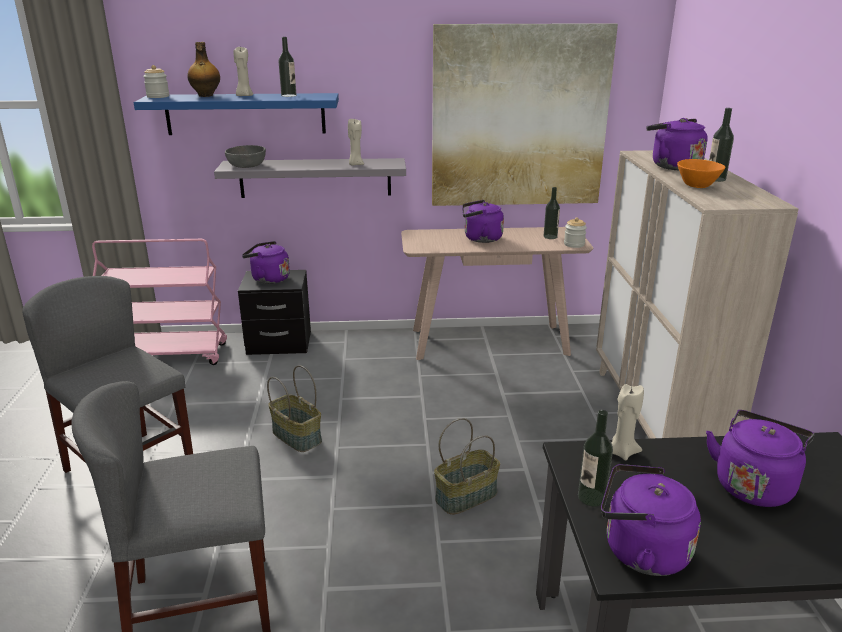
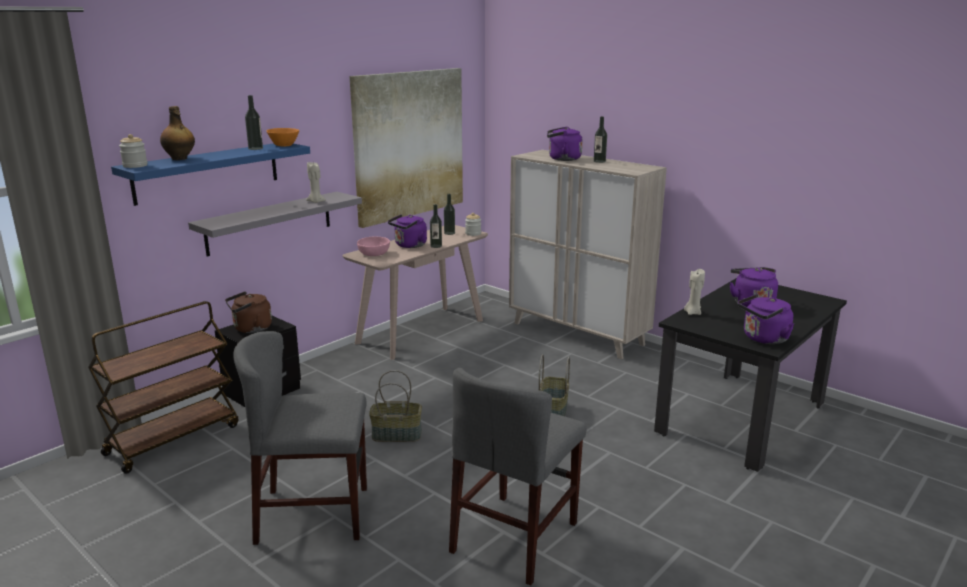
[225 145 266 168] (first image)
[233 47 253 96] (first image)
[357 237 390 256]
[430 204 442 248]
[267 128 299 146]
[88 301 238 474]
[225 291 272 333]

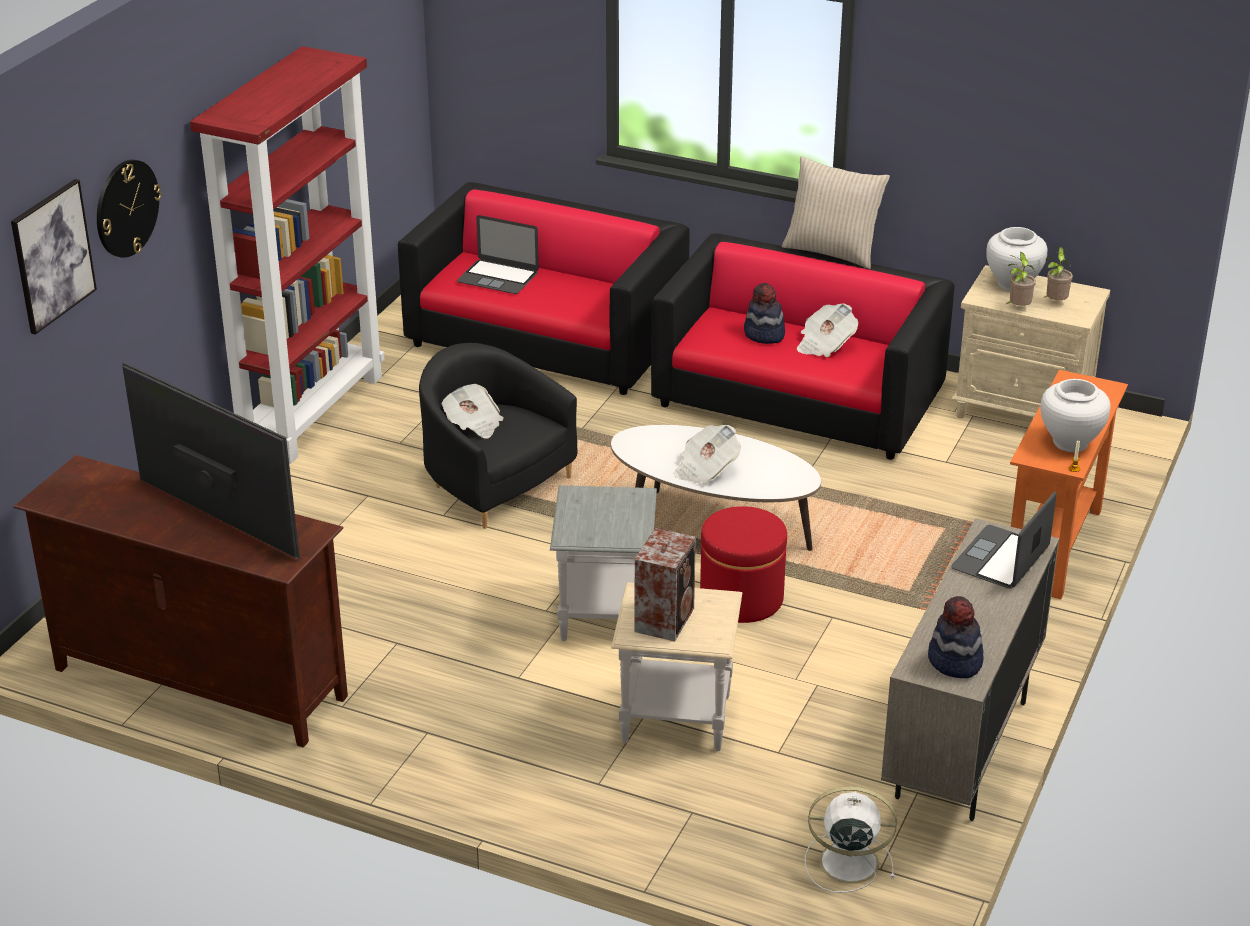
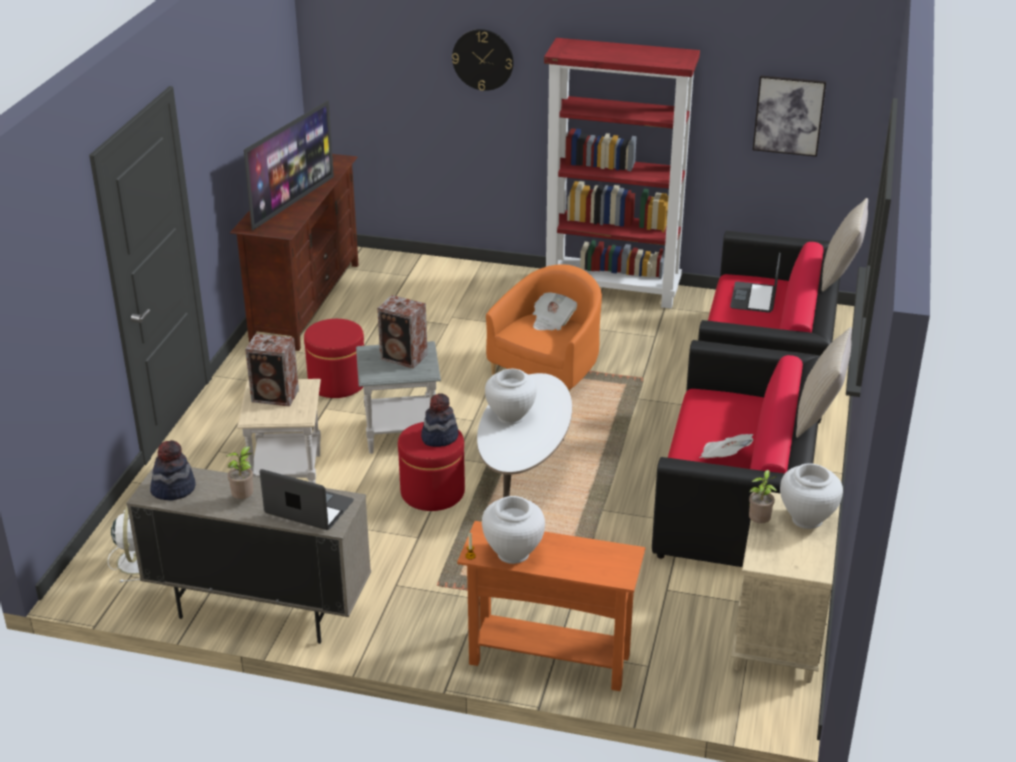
[304 319 364 398]
[377 295 428 369]
[822 198 868 292]
[753 75 826 157]
[421 393 459 447]
[226 446 253 499]
[485 369 537 424]
[486 264 602 392]

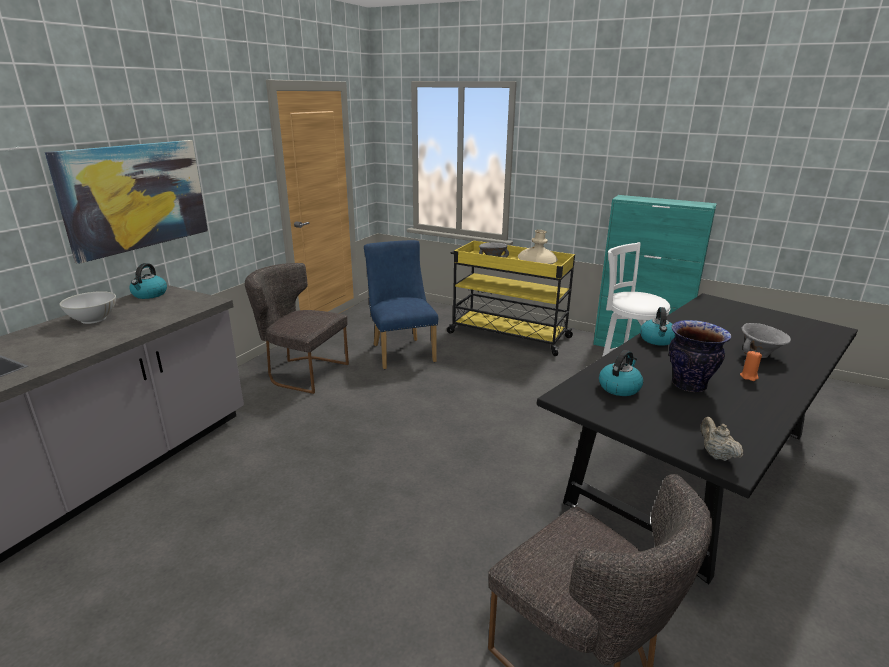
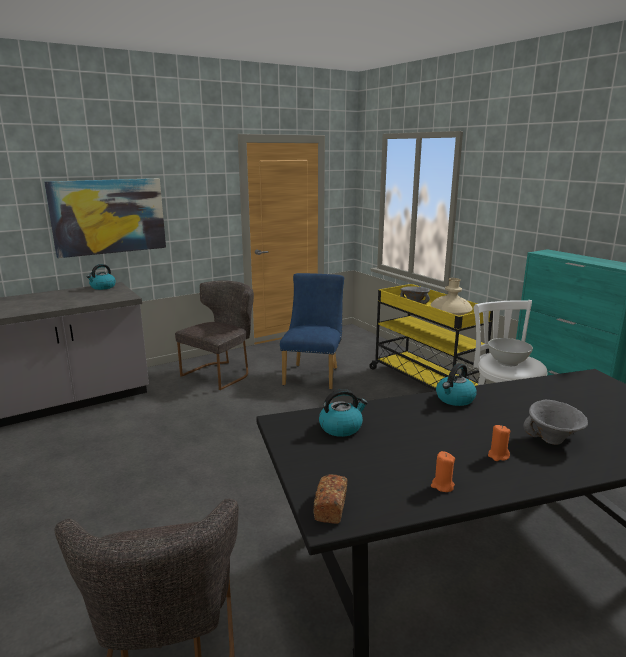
[669 320 732 392] (first image)
[431 451 455 492]
[488 338 533 366]
[313 474 348 524]
[175 280 254 390]

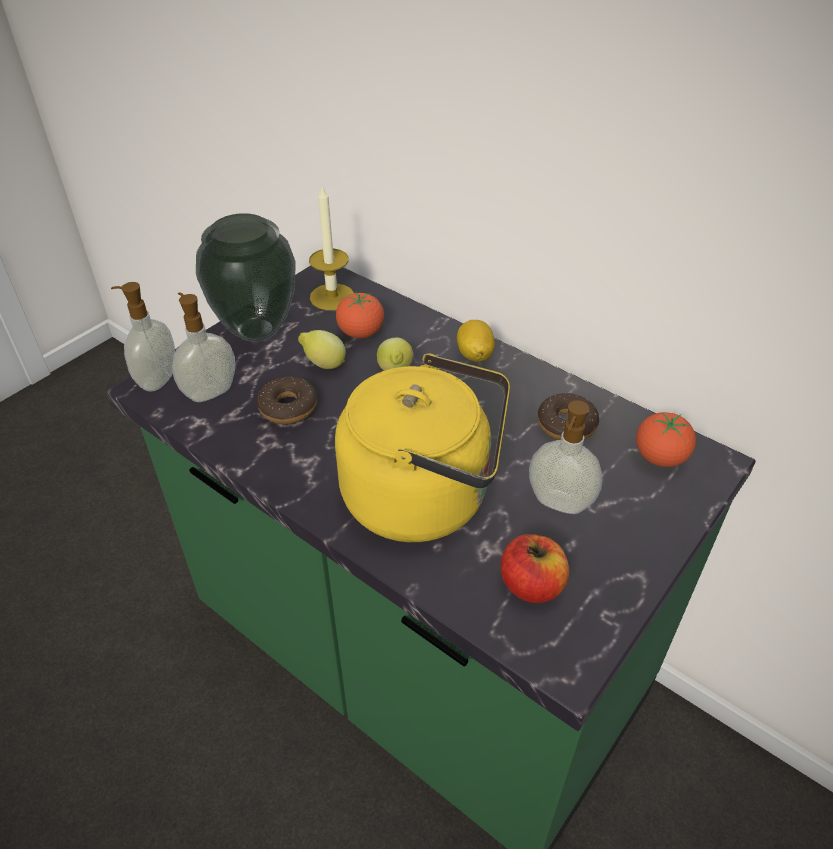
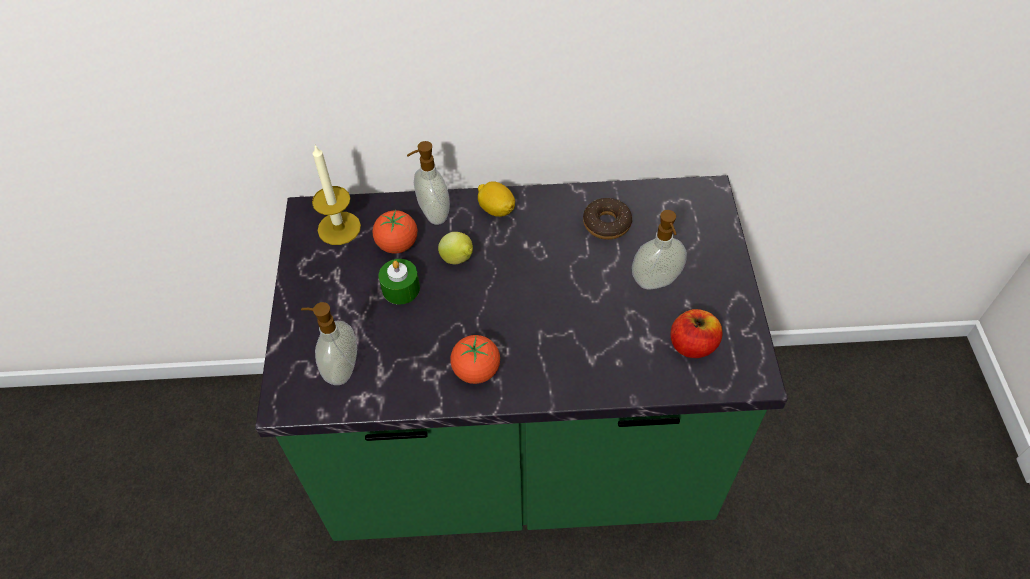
[196 213 296 342] (first image)
[257 377 317 424] (first image)
[335 354 510 542] (first image)
[407 141 449 225]
[450 335 500 384]
[379 259 420 305]

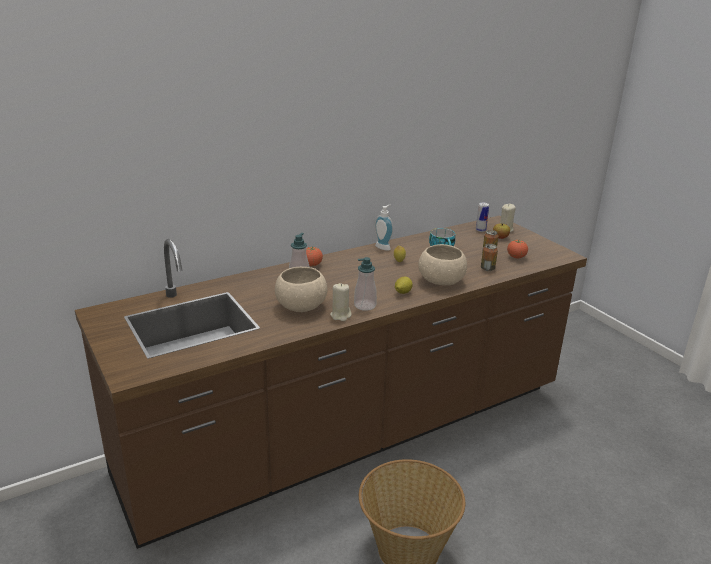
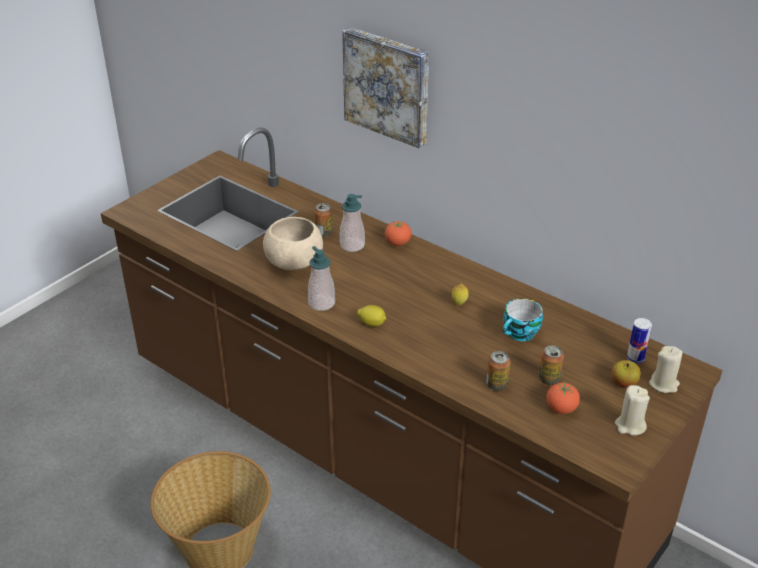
[375 205 393 251] (first image)
[418 244 467 285] (first image)
[314 203 333 237]
[342 27 429 148]
[615 385 650 435]

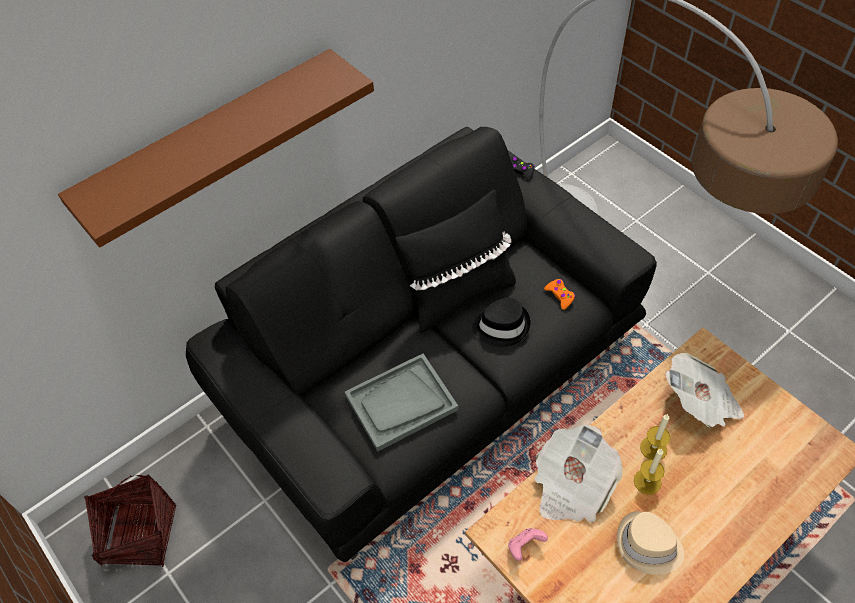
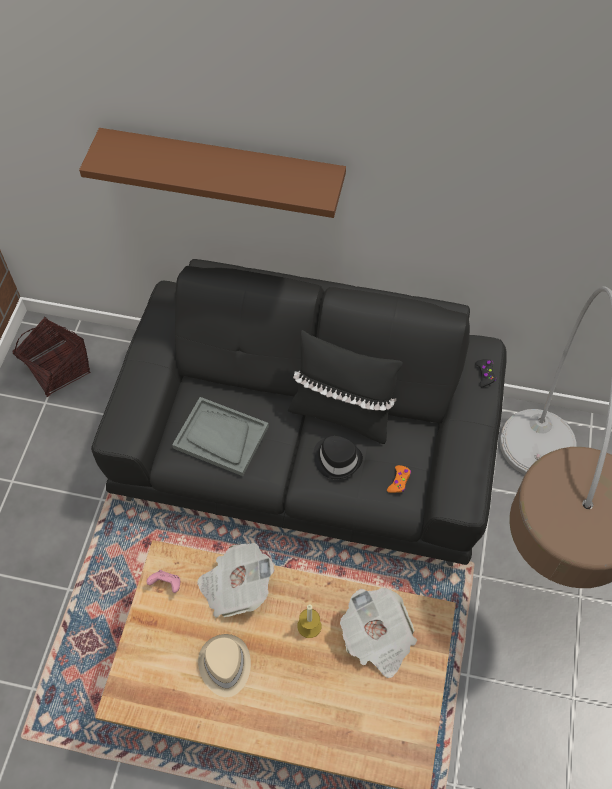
[634 449 665 495] (first image)

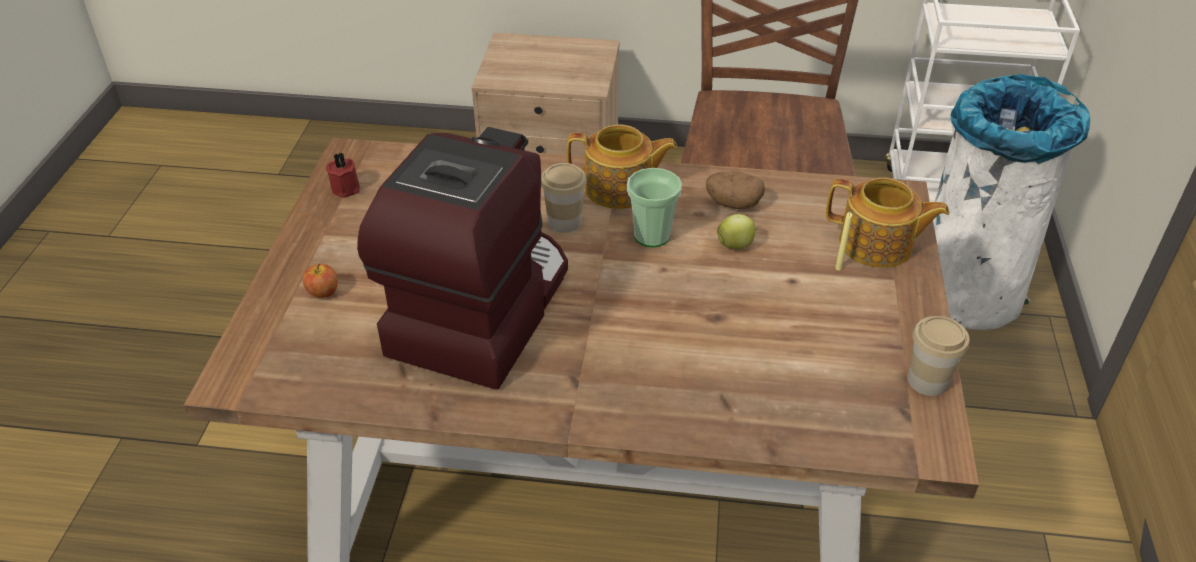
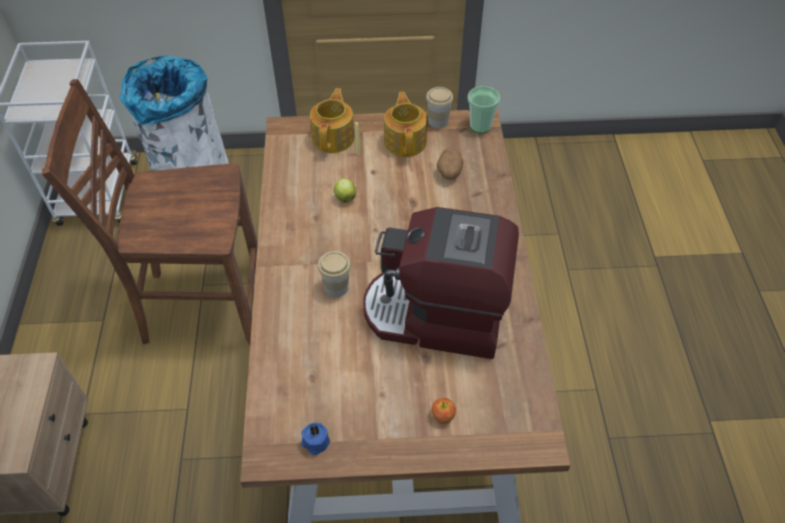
[384 92 427 157]
[468 86 500 133]
[437 148 464 180]
[301 422 330 455]

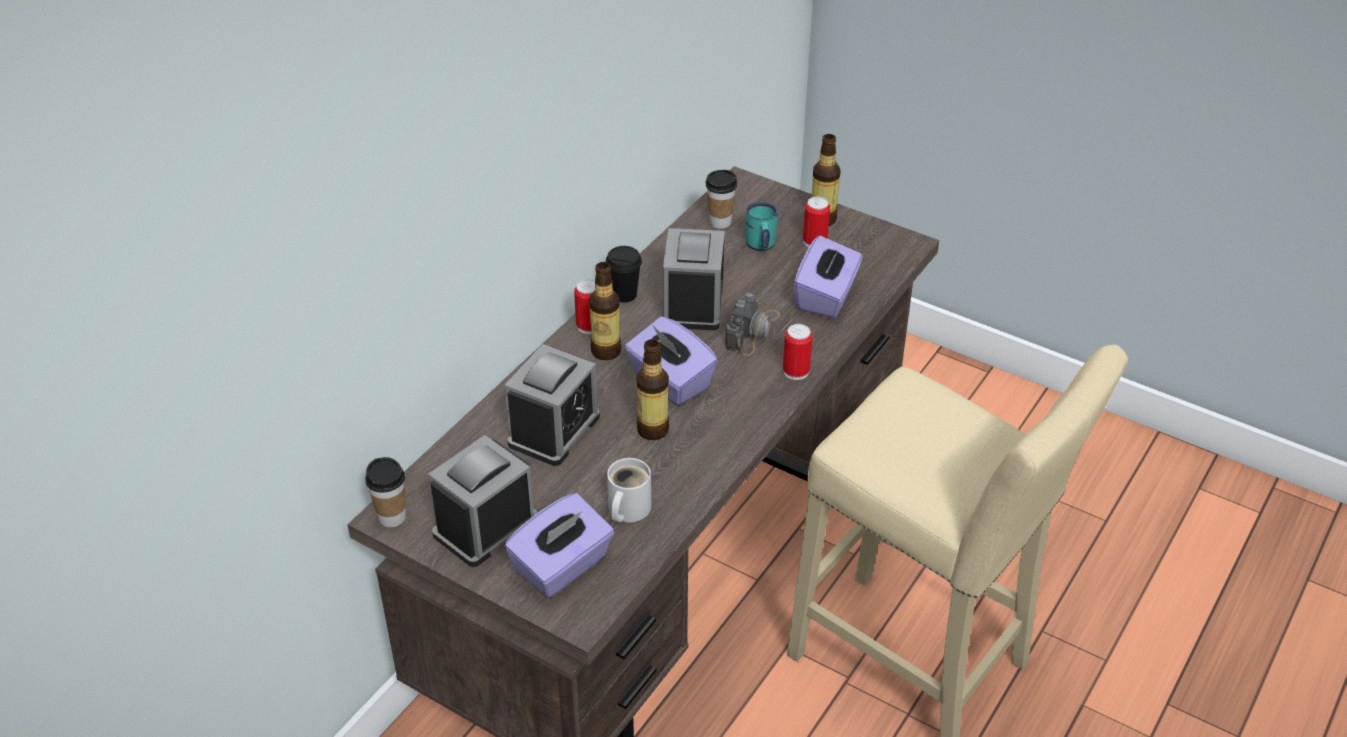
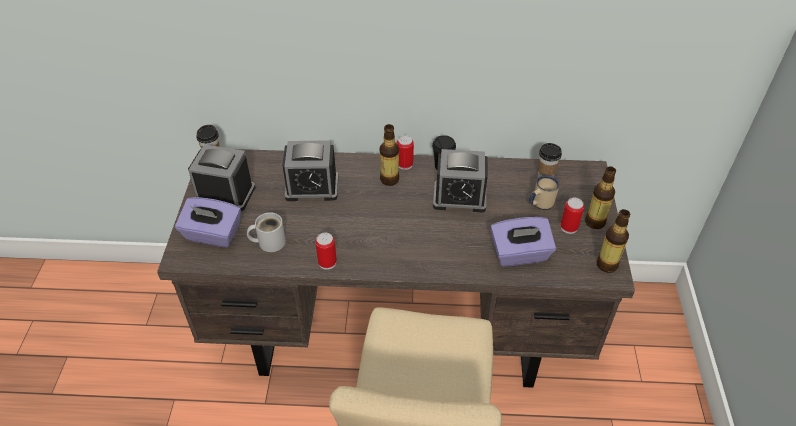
[625 316 718 405] (first image)
[725 292 780 356] (first image)
[597 209 630 273]
[315 232 337 270]
[529 175 560 210]
[433 149 488 212]

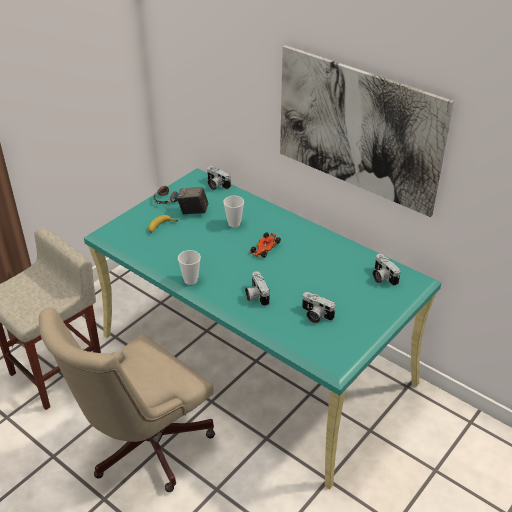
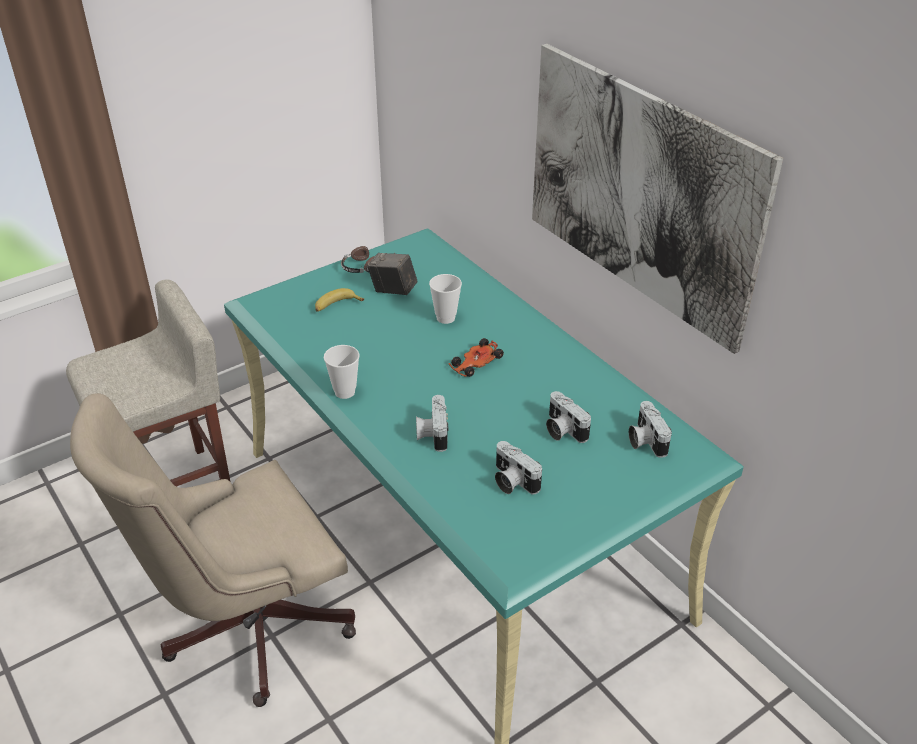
[546 391 591 443]

